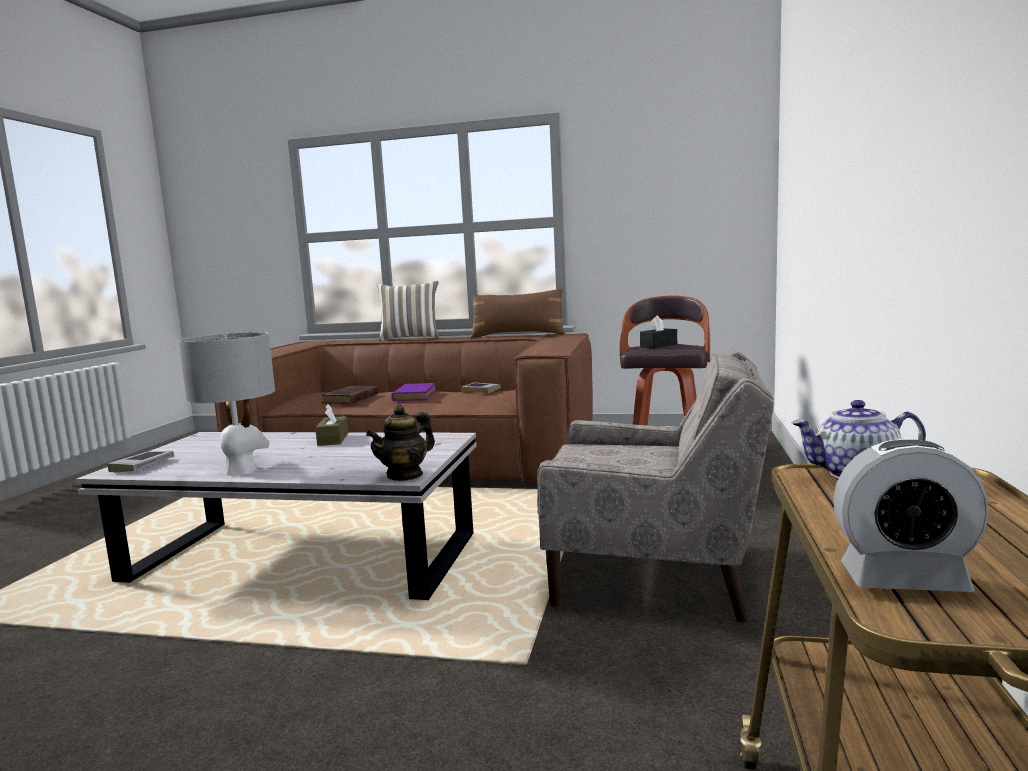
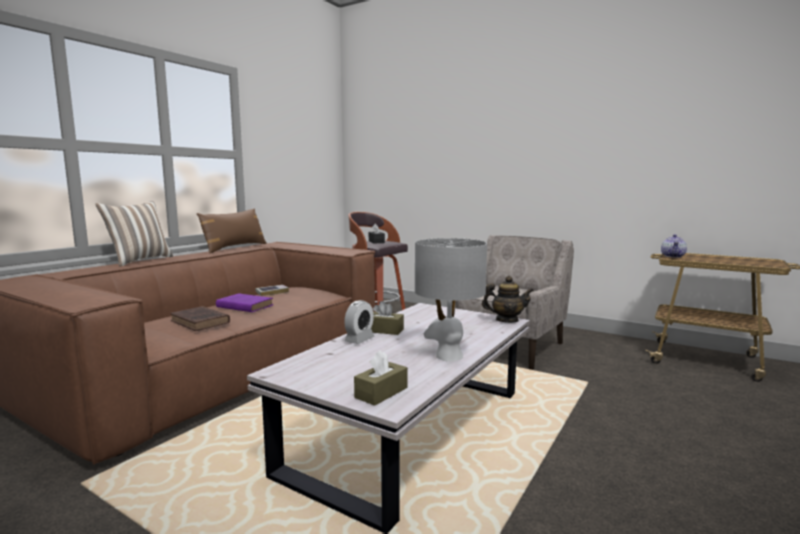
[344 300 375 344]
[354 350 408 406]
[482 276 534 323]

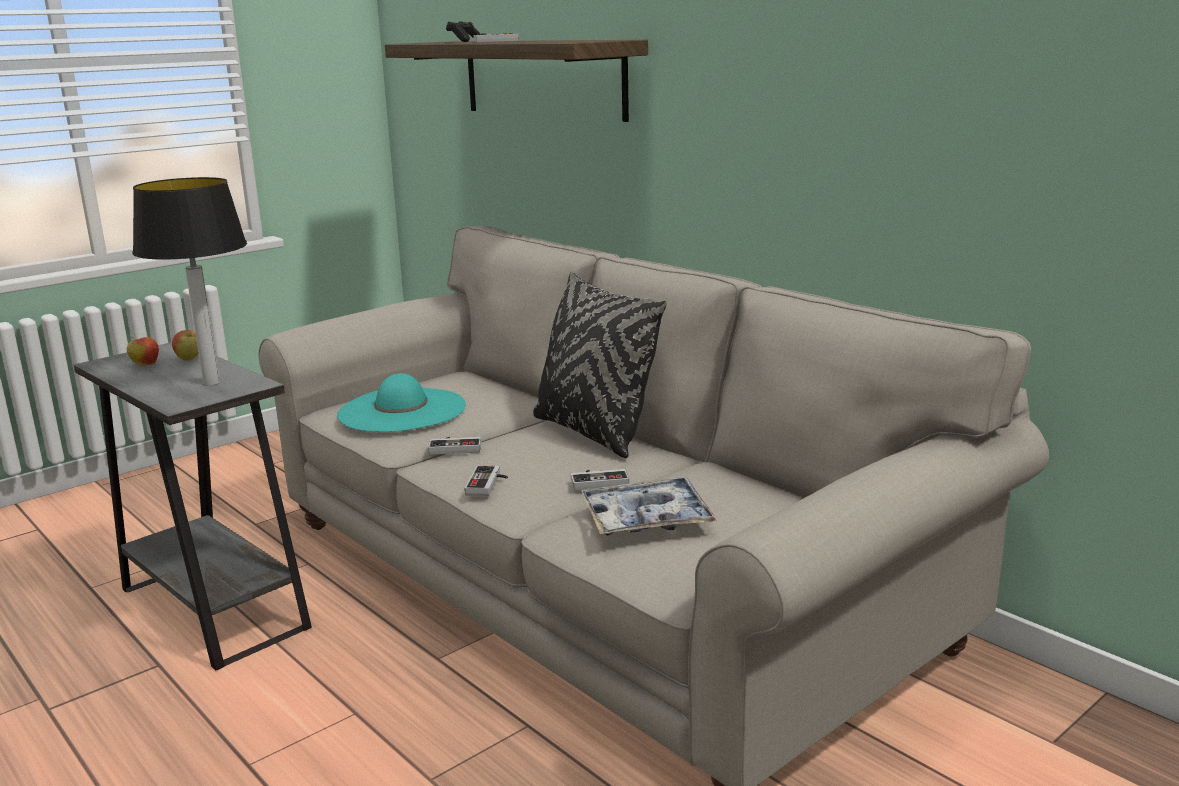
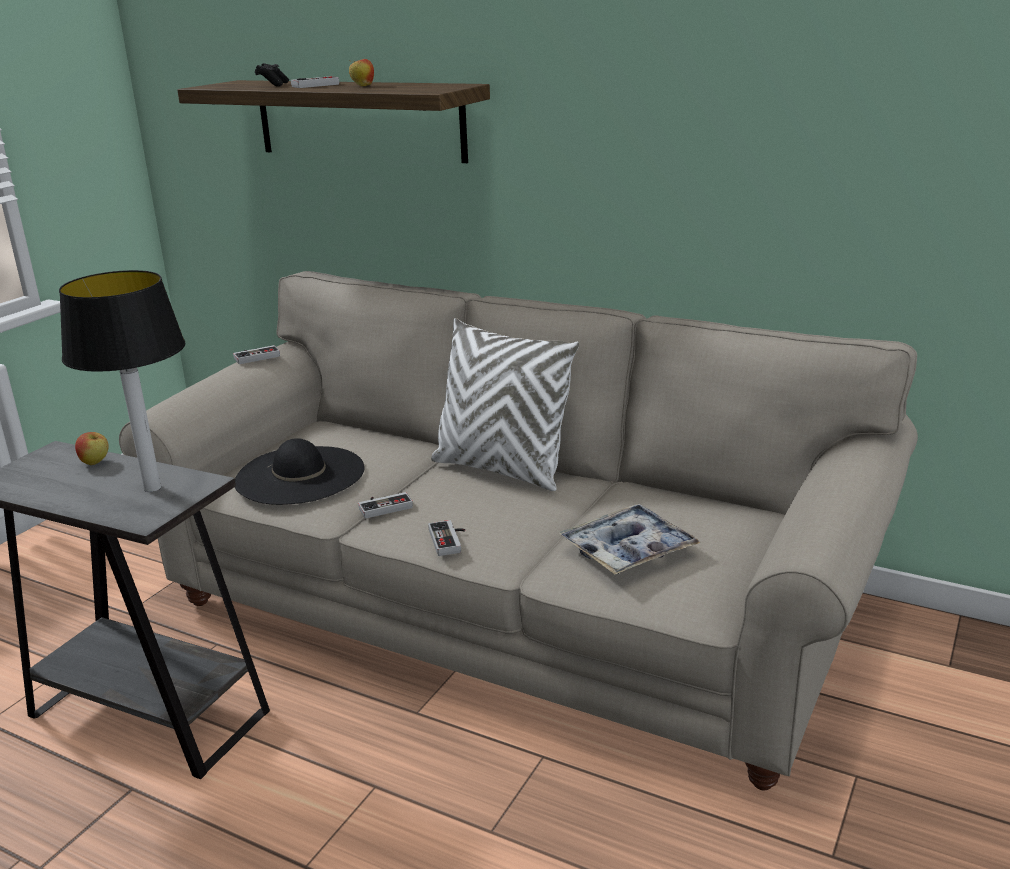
[349 59 374 86]
[233 345 280 364]
[235 438 365 505]
[431 318 579 491]

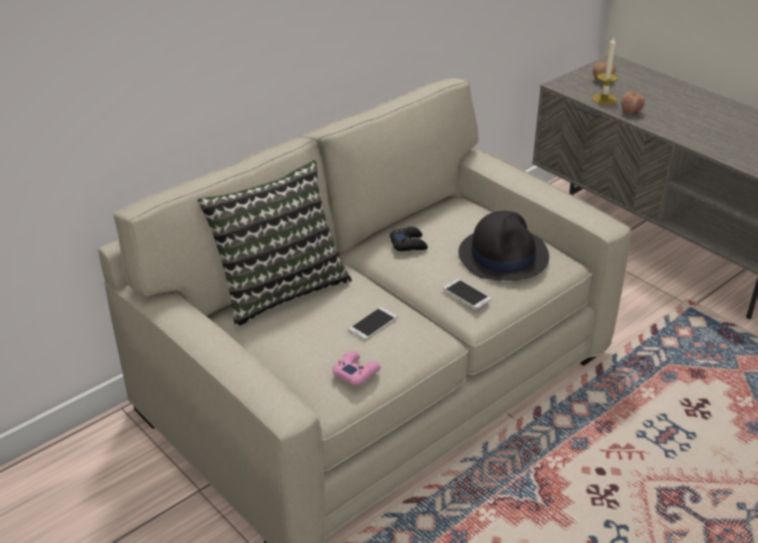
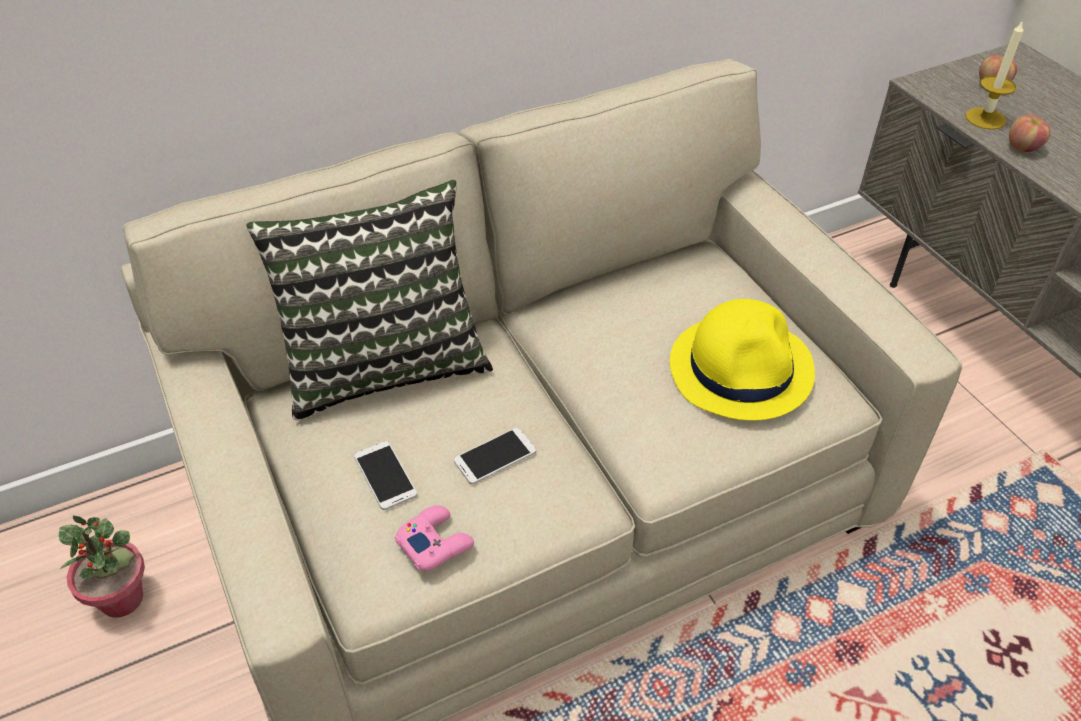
[390 227 428 251] (first image)
[59 515 145 618]
[354 441 417 510]
[670 299 815 421]

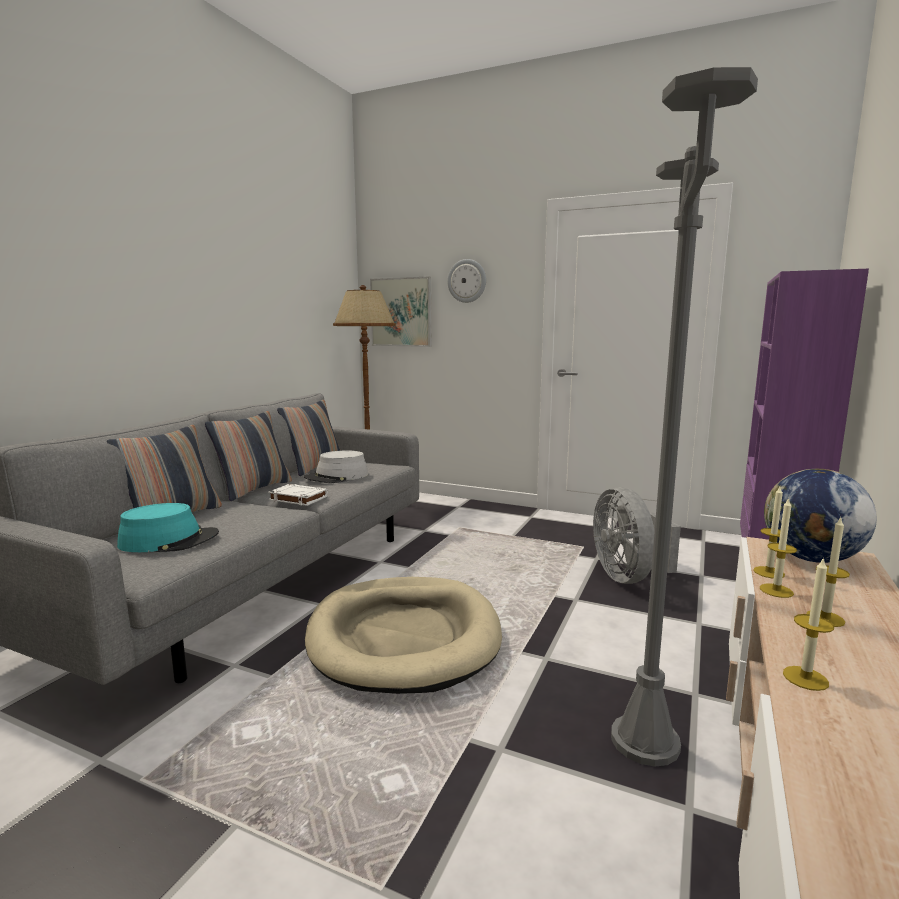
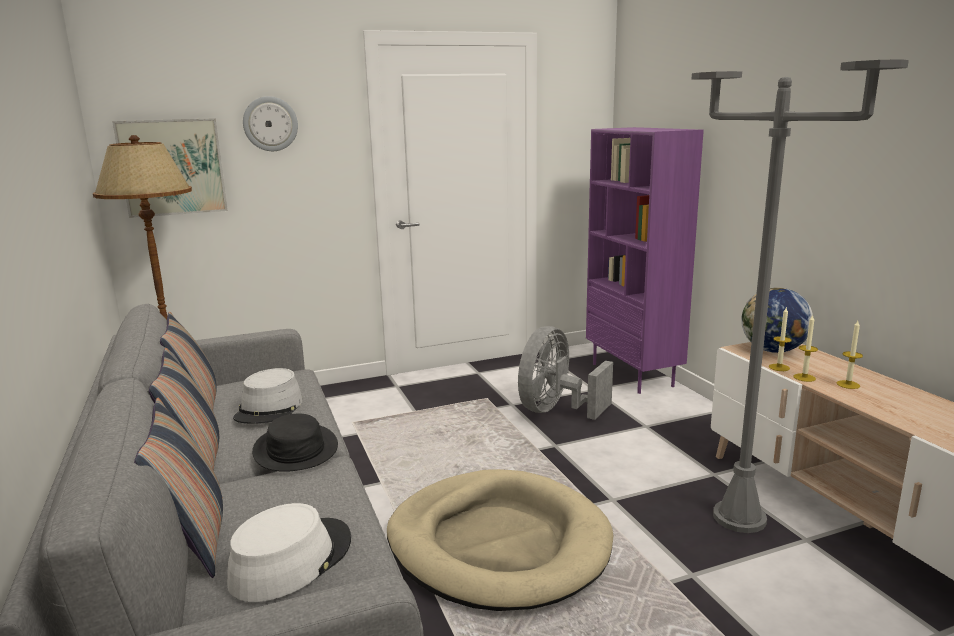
[783 557 834 691] (first image)
[252 414 338 472]
[227 503 351 602]
[518 326 613 420]

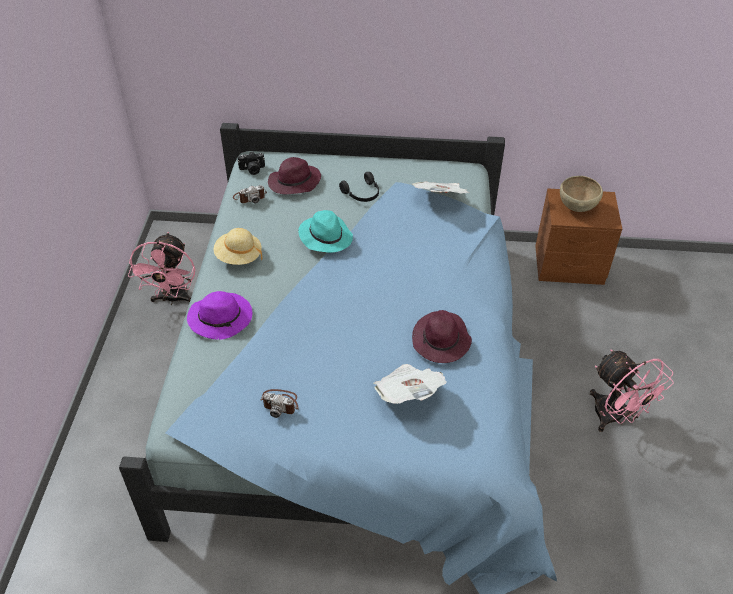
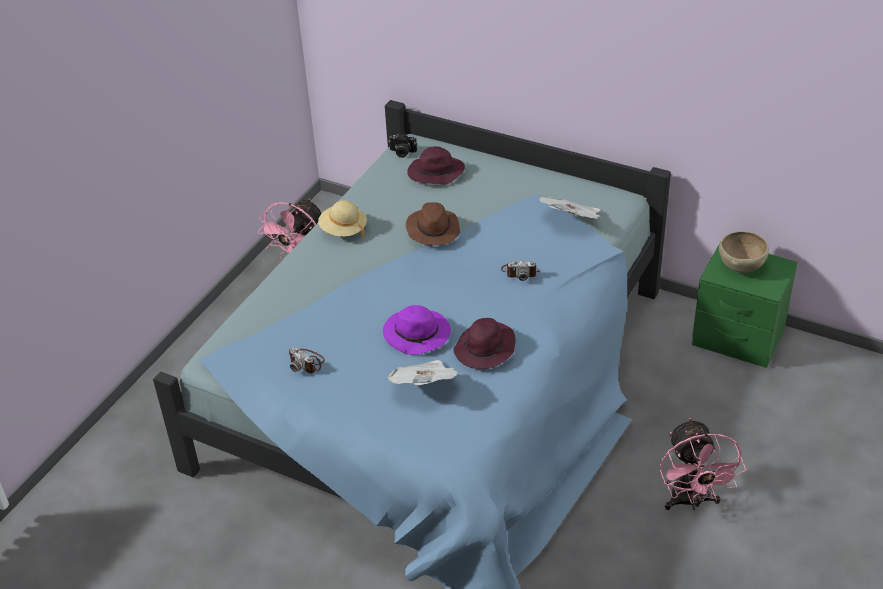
[339 172 379 202] (first image)
[383 305 451 355]
[501 260 539 281]
[406 202 460 246]
[692 241 798 368]

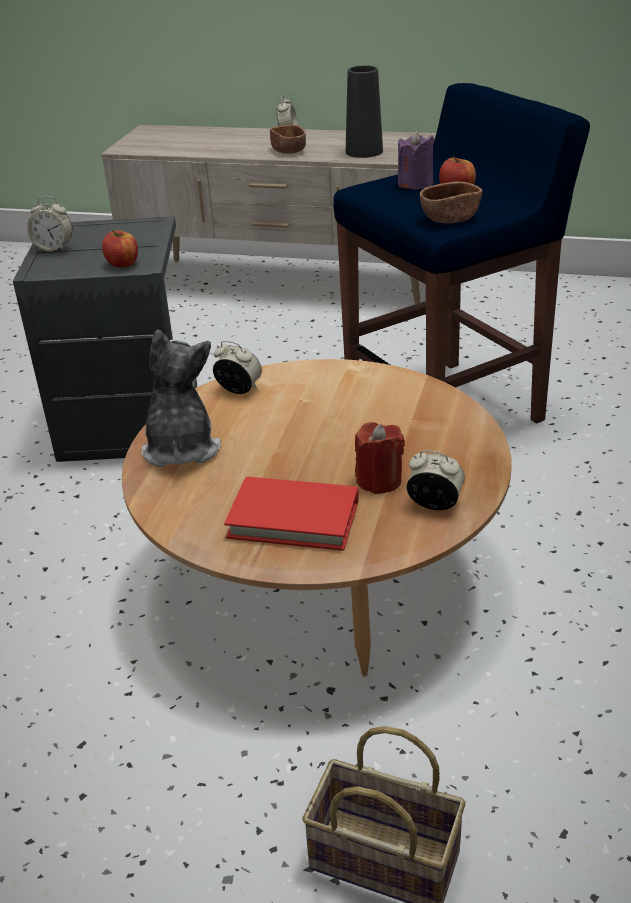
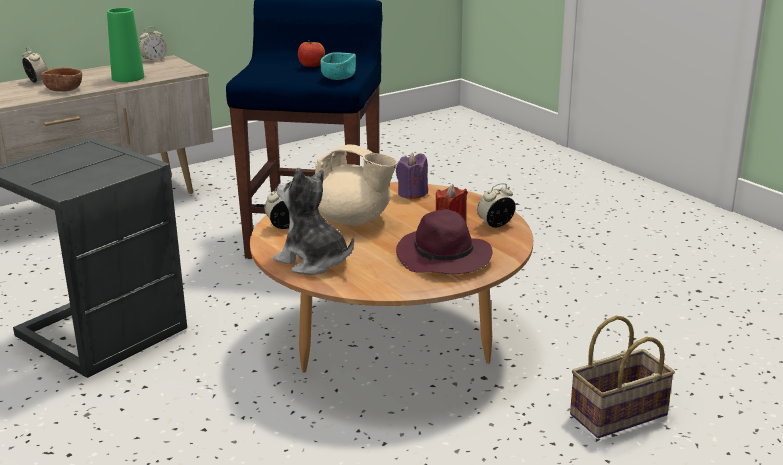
[102 230 138 267] (first image)
[315 145 397 226]
[139 27 167 62]
[396 153 428 199]
[396 209 492 274]
[107 8 144 82]
[321 52 356 80]

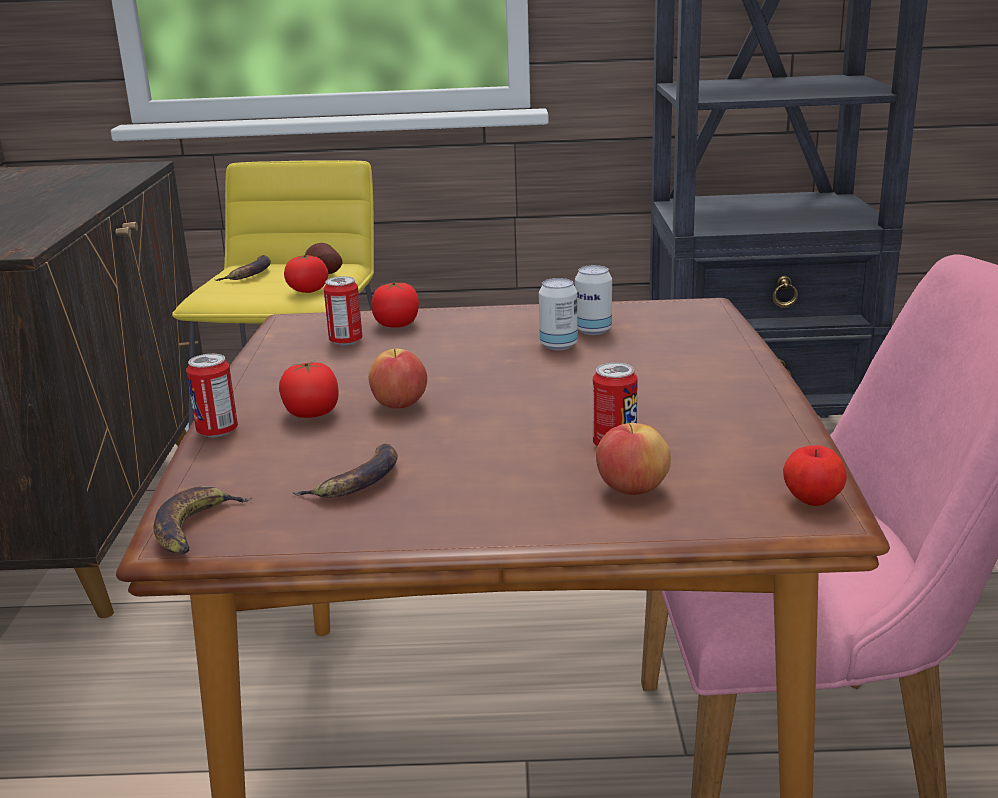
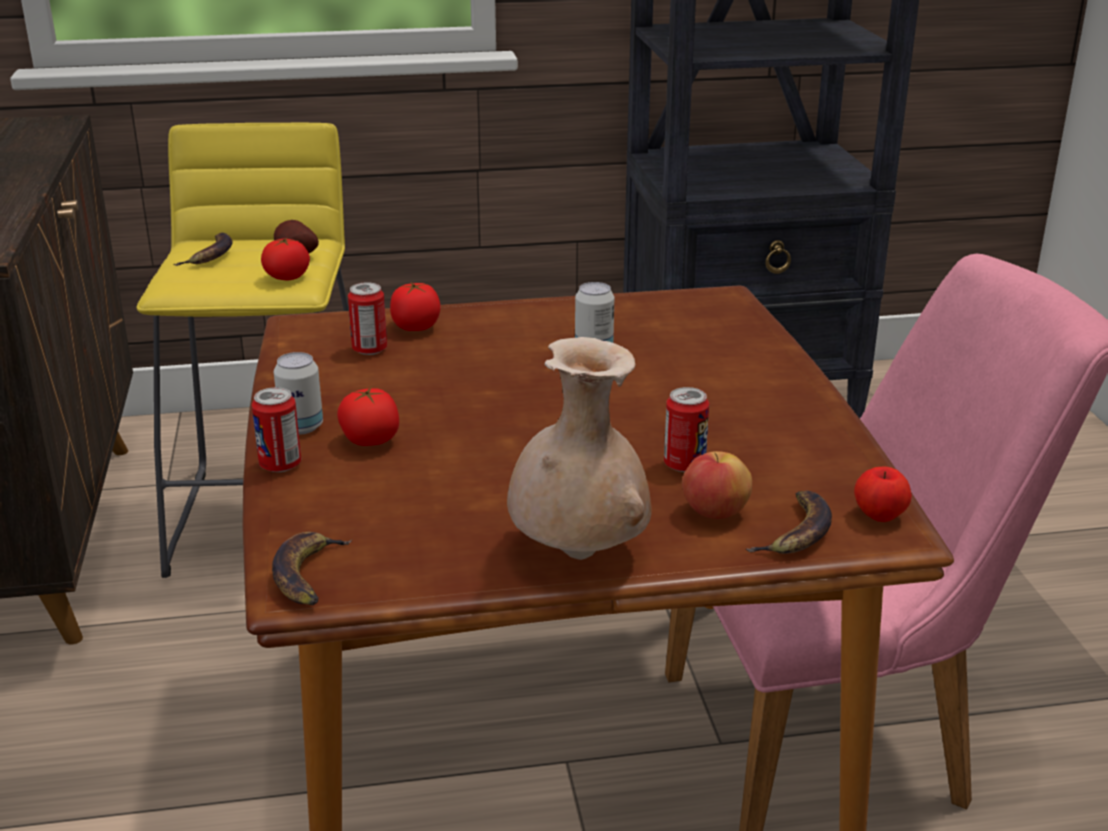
[368 349 427 409] (first image)
[507 337 652 560]
[746 491 832 554]
[274 352 323 435]

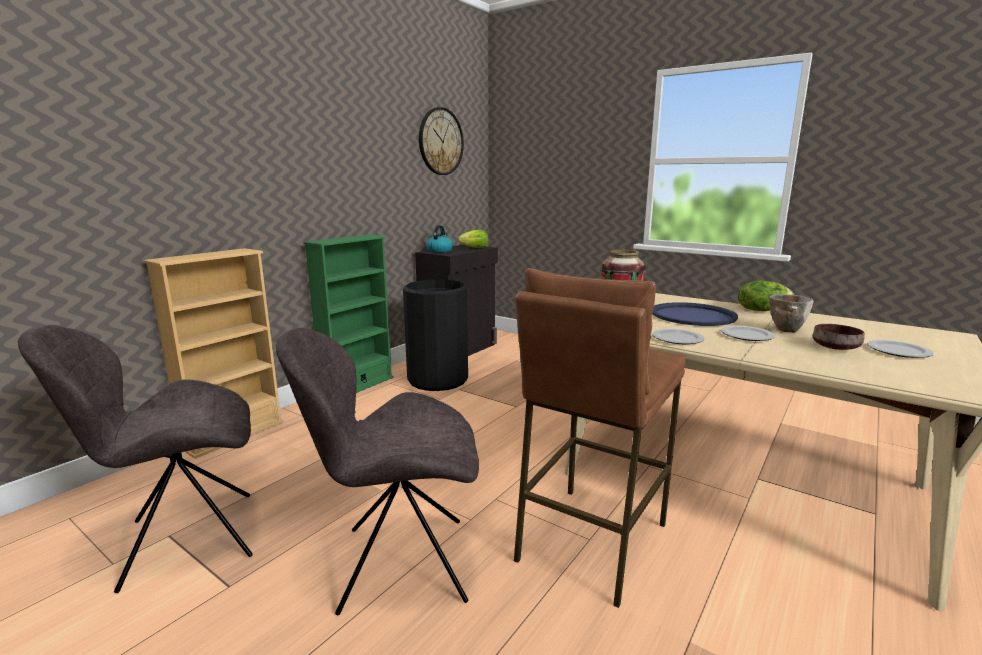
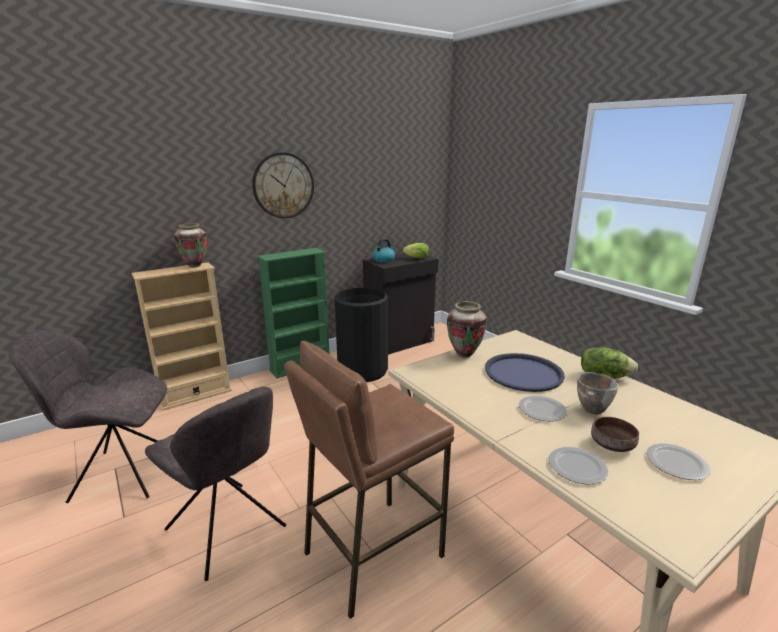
[174 223 207 268]
[252 152 314 218]
[549 447 608 484]
[145 387 286 581]

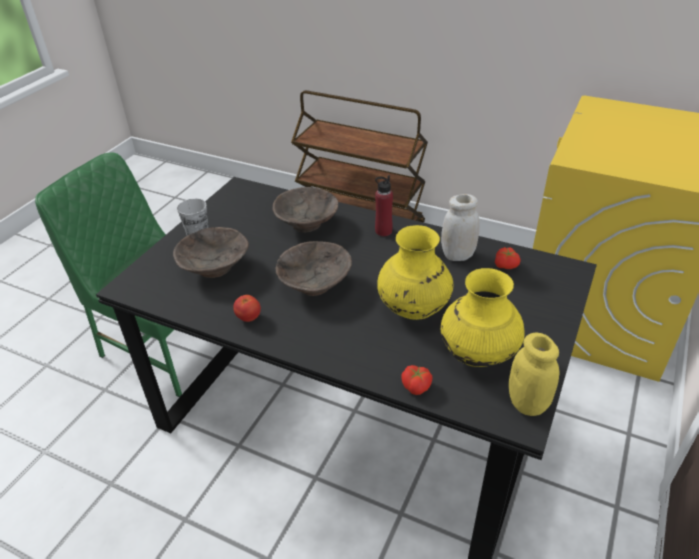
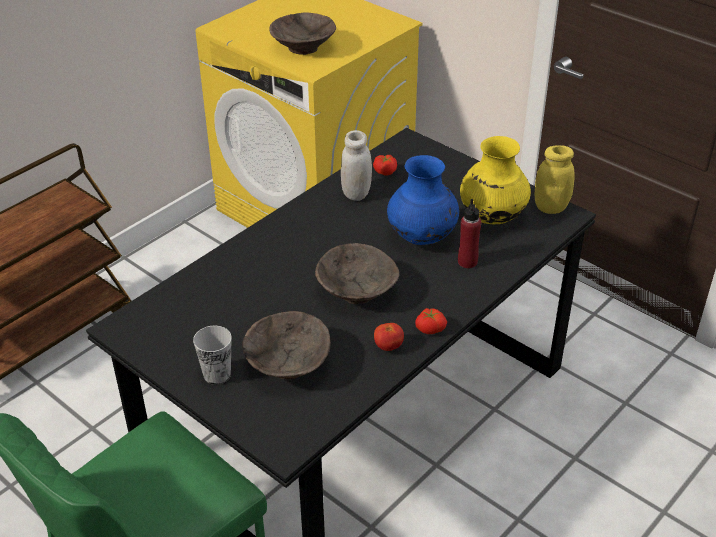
[270 13 336 55]
[458 199 481 268]
[415 308 447 334]
[387 155 459 245]

